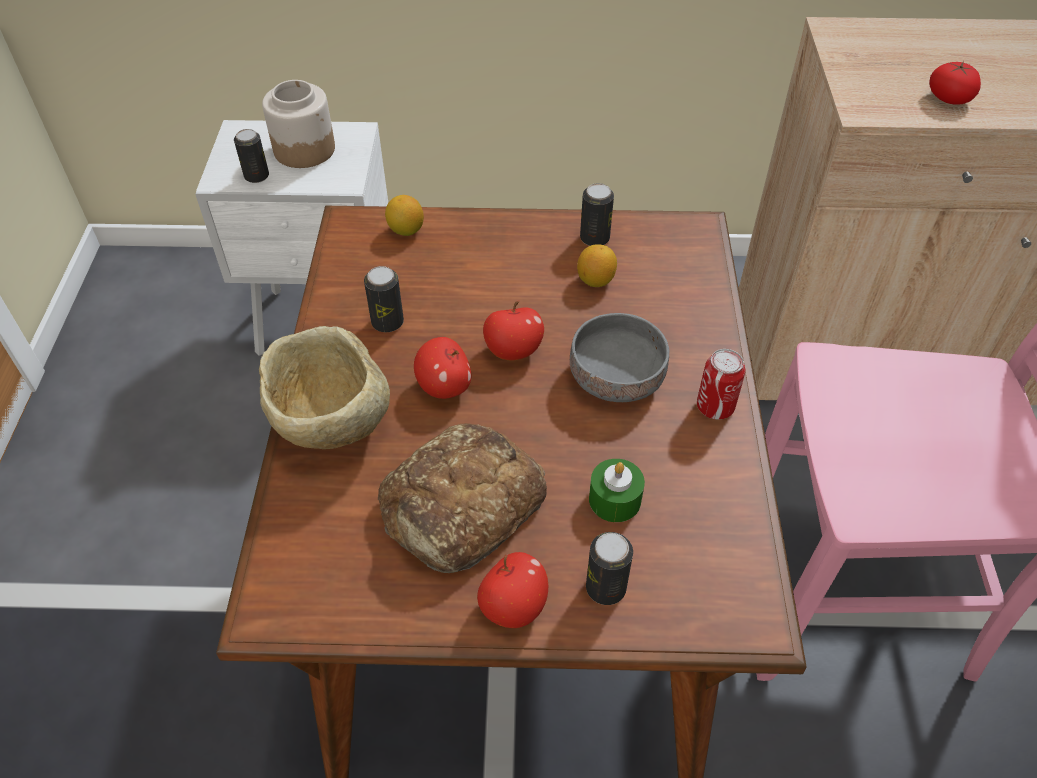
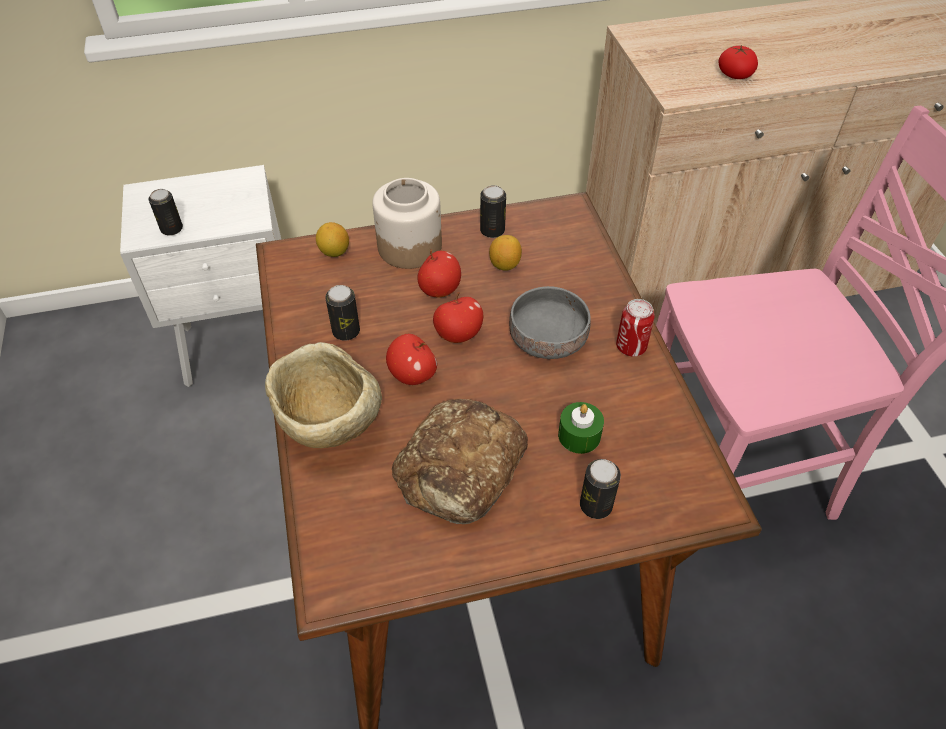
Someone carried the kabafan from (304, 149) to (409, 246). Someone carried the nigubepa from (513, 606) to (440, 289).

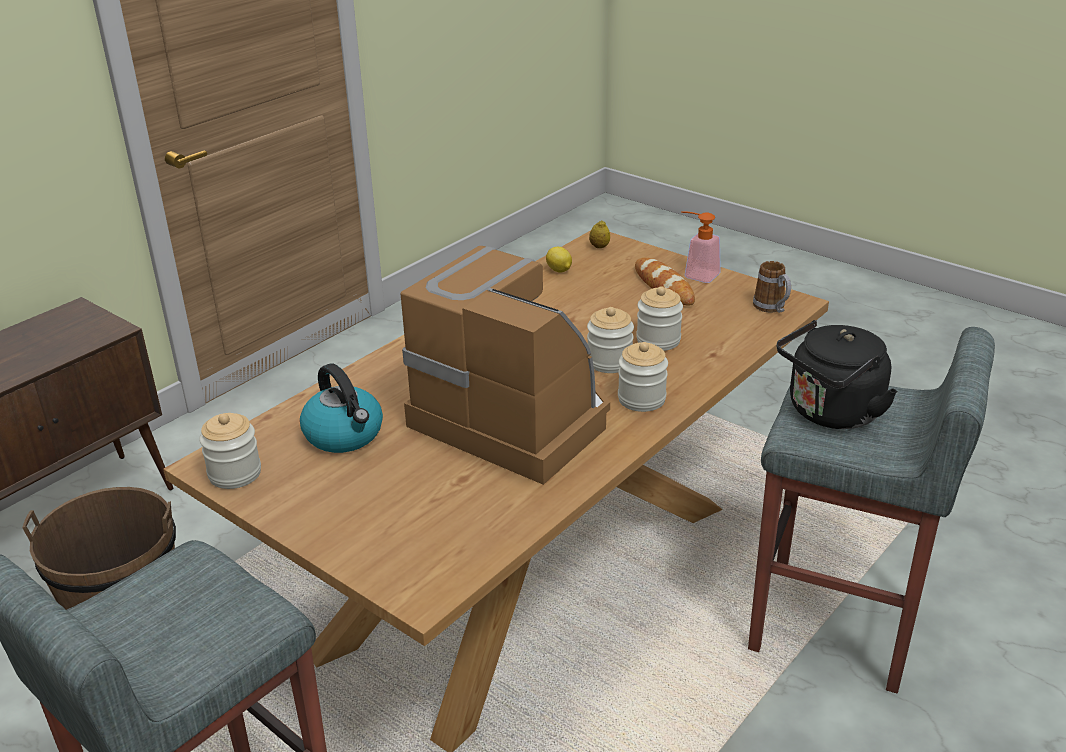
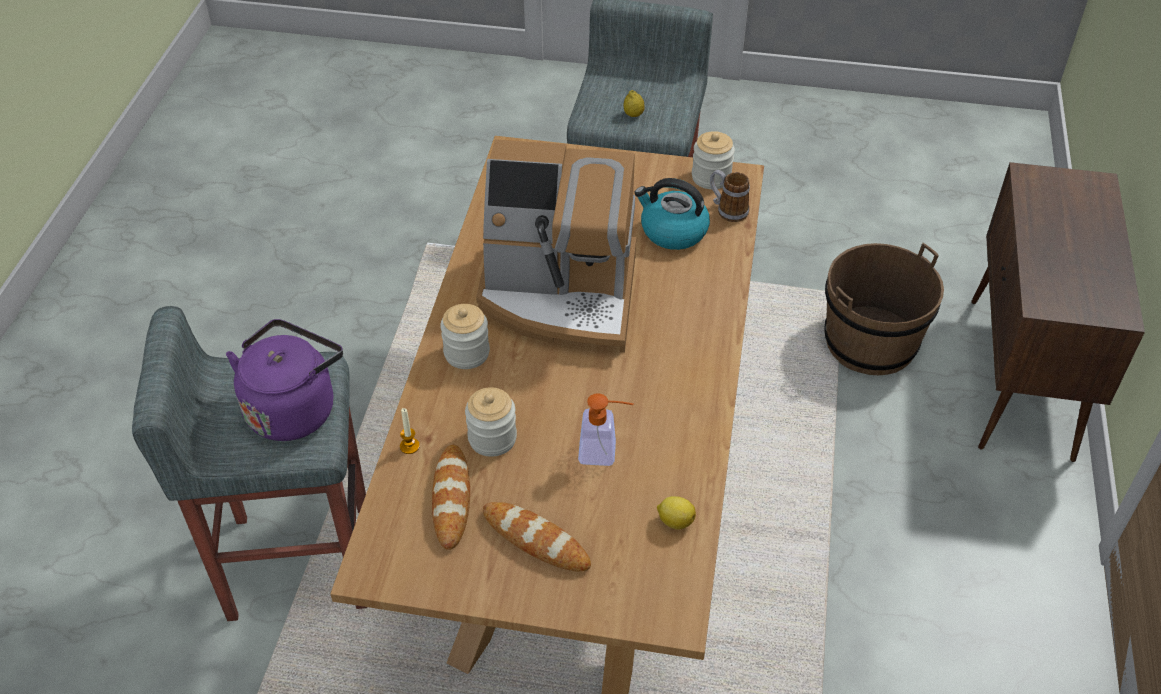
Someone took away the kabafan at (609, 362). Someone put down the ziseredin at (409, 446). Someone put down the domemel at (451, 499). Someone carried the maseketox from (599, 247) to (633, 115). Someone carried the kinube from (696, 274) to (605, 453). Someone carried the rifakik from (772, 308) to (727, 210). Someone repainted the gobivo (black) at (830, 413), which became the gobivo (purple) at (293, 408).

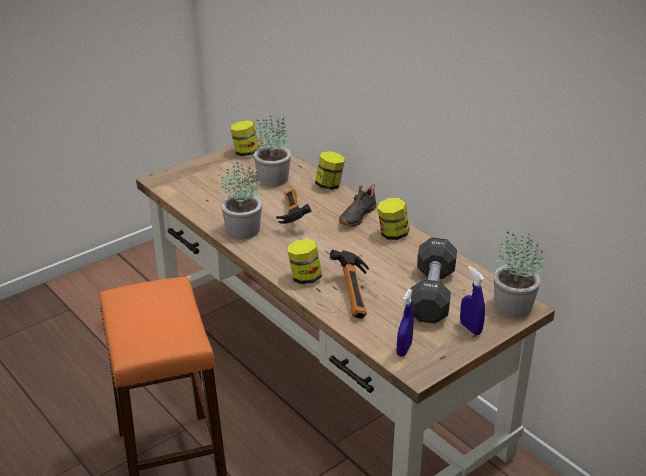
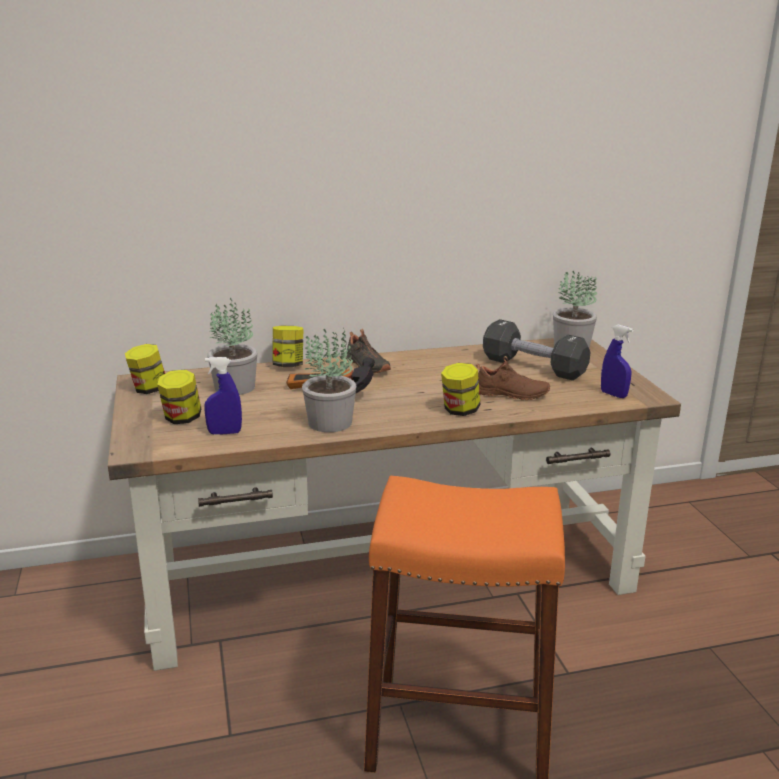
Someone carried the kabafan from (392, 234) to (182, 419). Someone carried the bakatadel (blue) from (470, 328) to (224, 433). Someone swapped the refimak at (356, 295) for the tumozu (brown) at (511, 395).

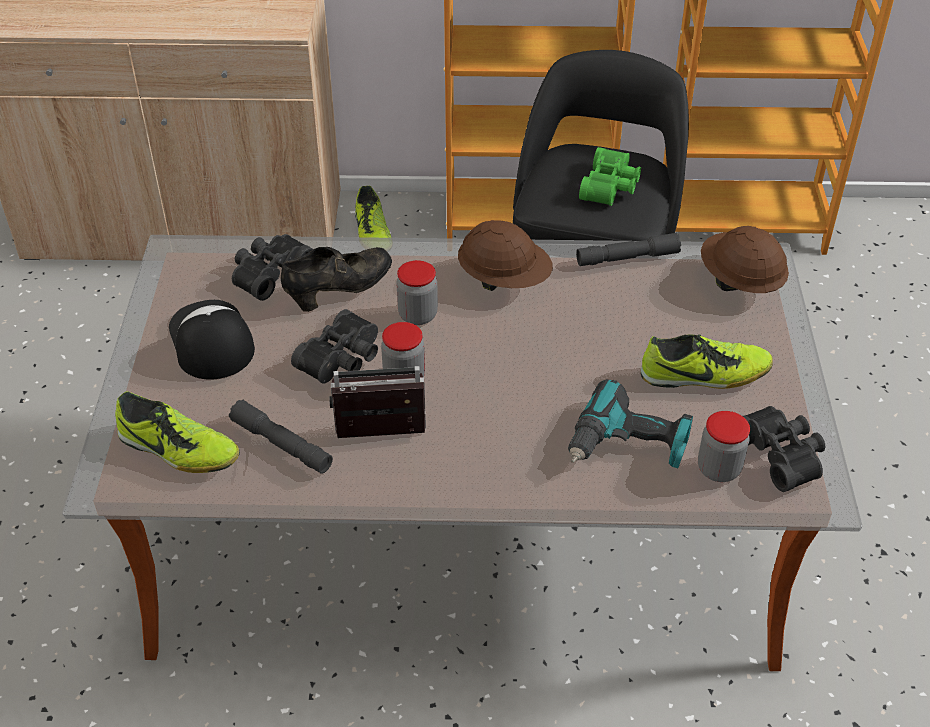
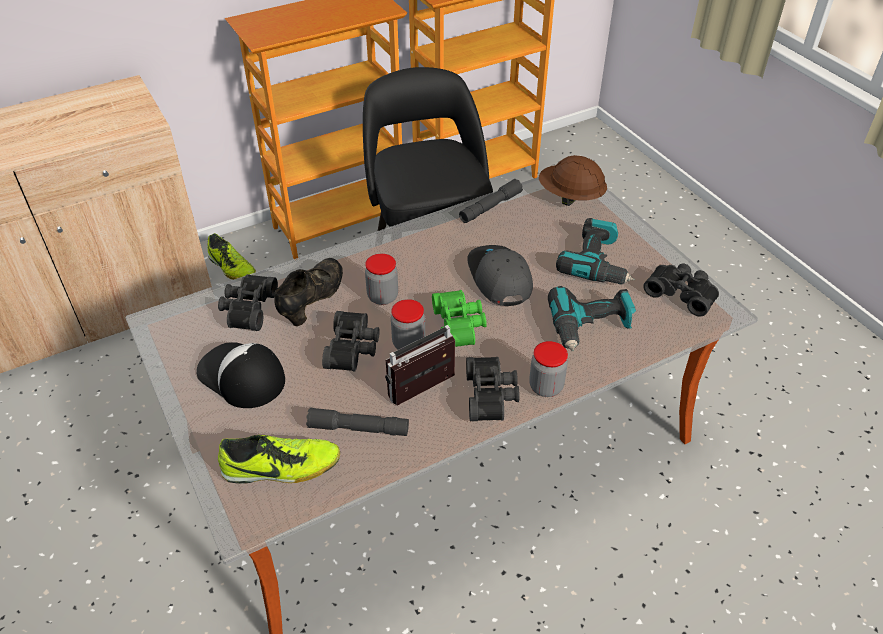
Someone took away the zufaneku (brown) at (504, 280). Someone put down the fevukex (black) at (492, 395). Someone put down the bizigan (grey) at (498, 278). Someone carried the fevukex (green) from (611, 187) to (460, 325). Someone carried the kabafan from (718, 469) to (546, 387). Someone swapped the tumozu at (704, 375) for the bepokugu at (598, 263).

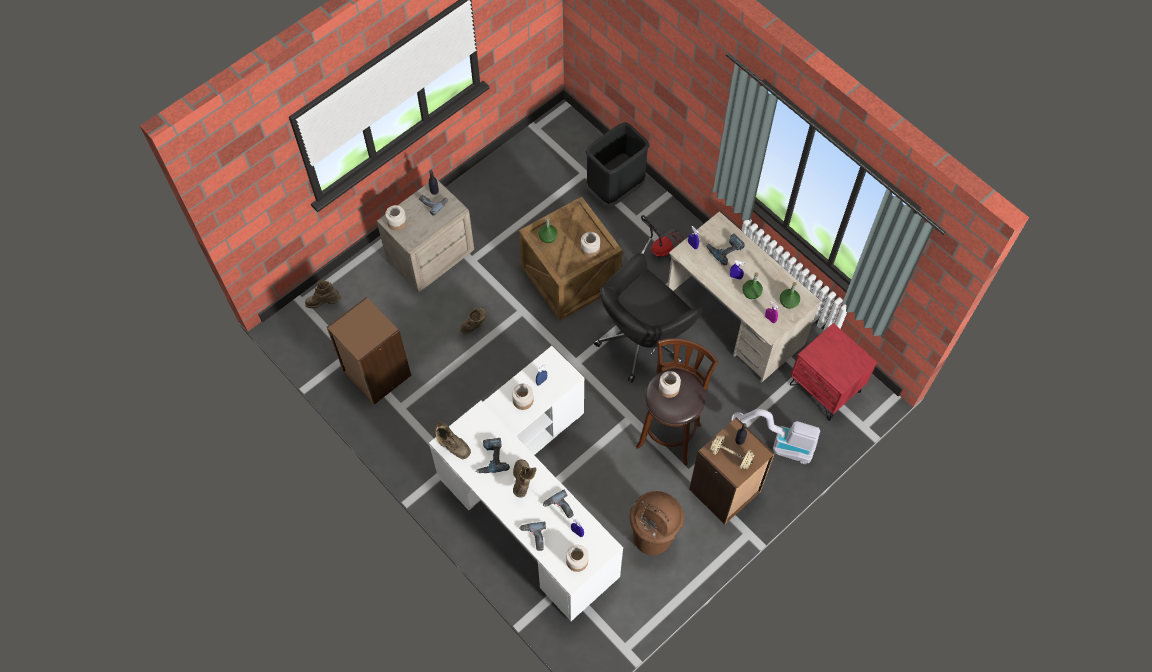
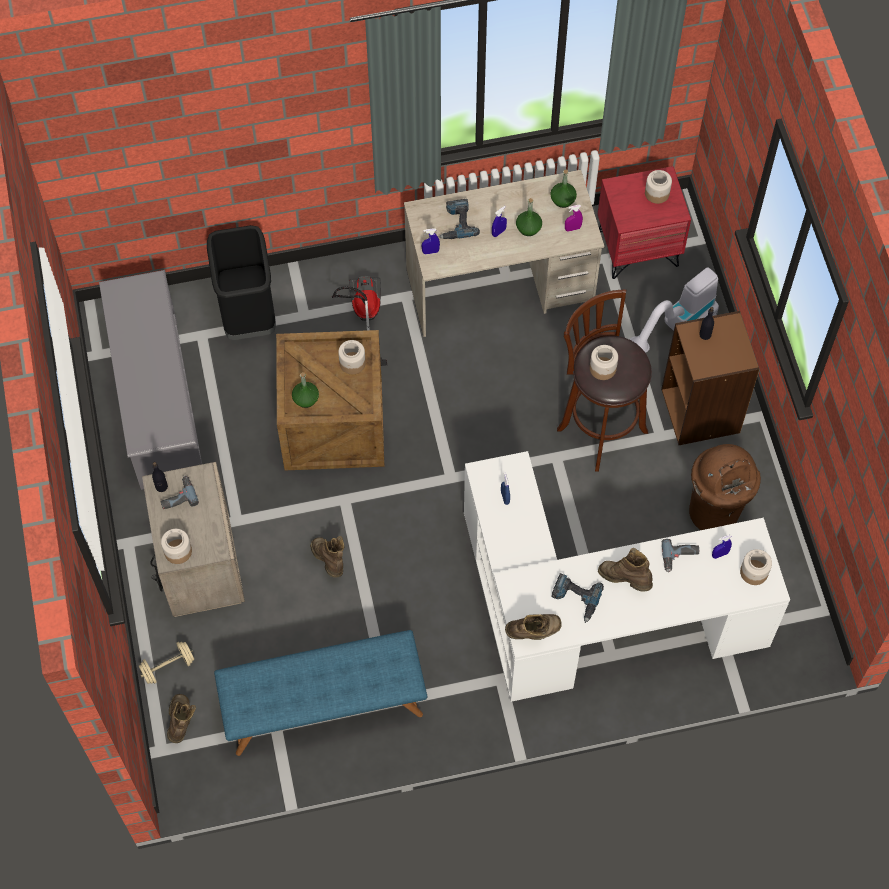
Someone took away the bepokugu at (533, 537). Someone took away the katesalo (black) at (643, 339). Someone put down the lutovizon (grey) at (158, 403). Someone carried the kabafan from (523, 400) to (656, 193). Someone carried the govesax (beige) from (731, 456) to (168, 667). Someone swapped the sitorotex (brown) at (376, 374) for the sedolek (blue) at (324, 707). Someone rotated the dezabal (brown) at (324, 303) by 150 degrees clockwise.

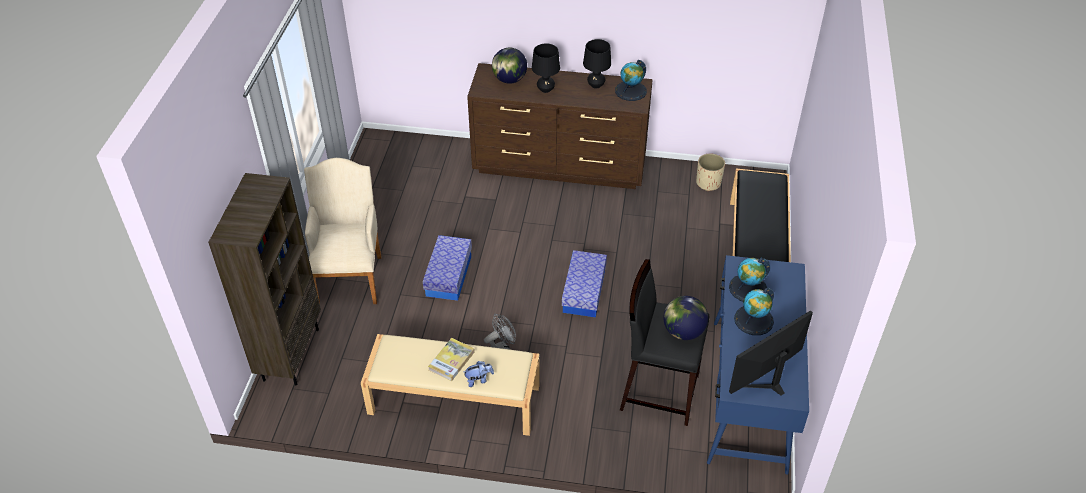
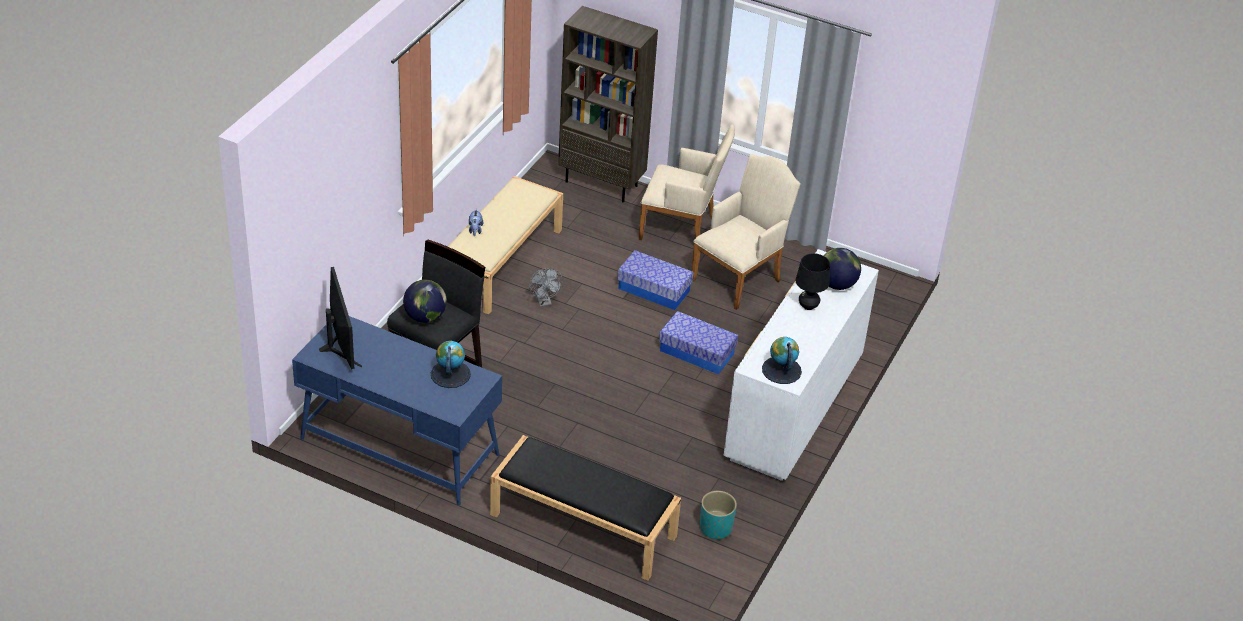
Someone took away the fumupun at (451, 361). Someone took away the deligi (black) at (596, 85). Someone took away the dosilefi at (754, 320). Someone put down the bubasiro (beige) at (740, 278). Someone carried the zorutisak from (584, 292) to (696, 352). Someone repainted the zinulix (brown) at (560, 166), which became the zinulix (white) at (793, 410). Someone repainted the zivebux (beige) at (708, 183), which became the zivebux (turquoise) at (715, 528).

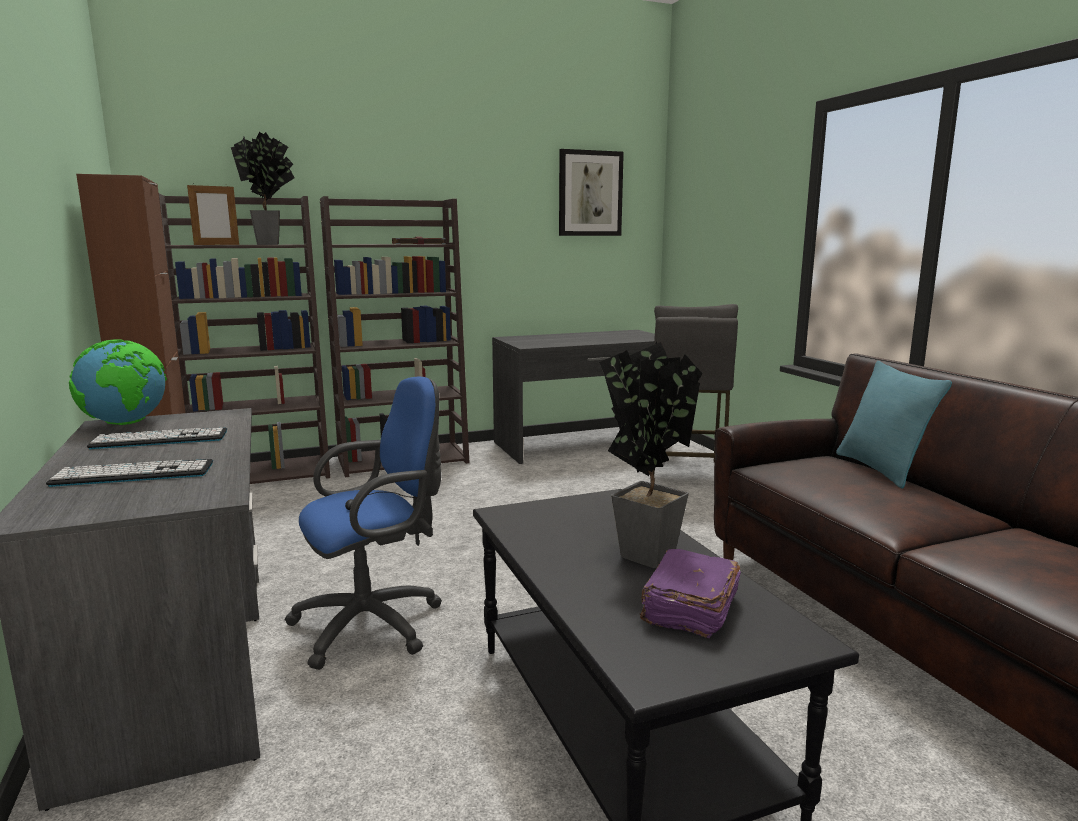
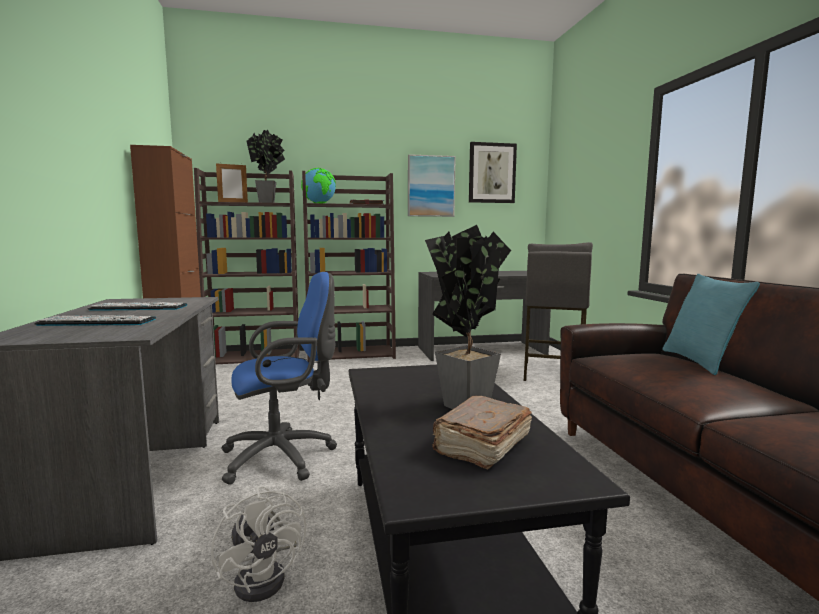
Someone put down the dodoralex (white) at (266, 576). Someone put up the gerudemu at (431, 186). Someone carried the dosilefi from (126, 423) to (319, 203). Someone repainted the fumupun (purple) at (689, 609), which became the fumupun (brown) at (481, 446).

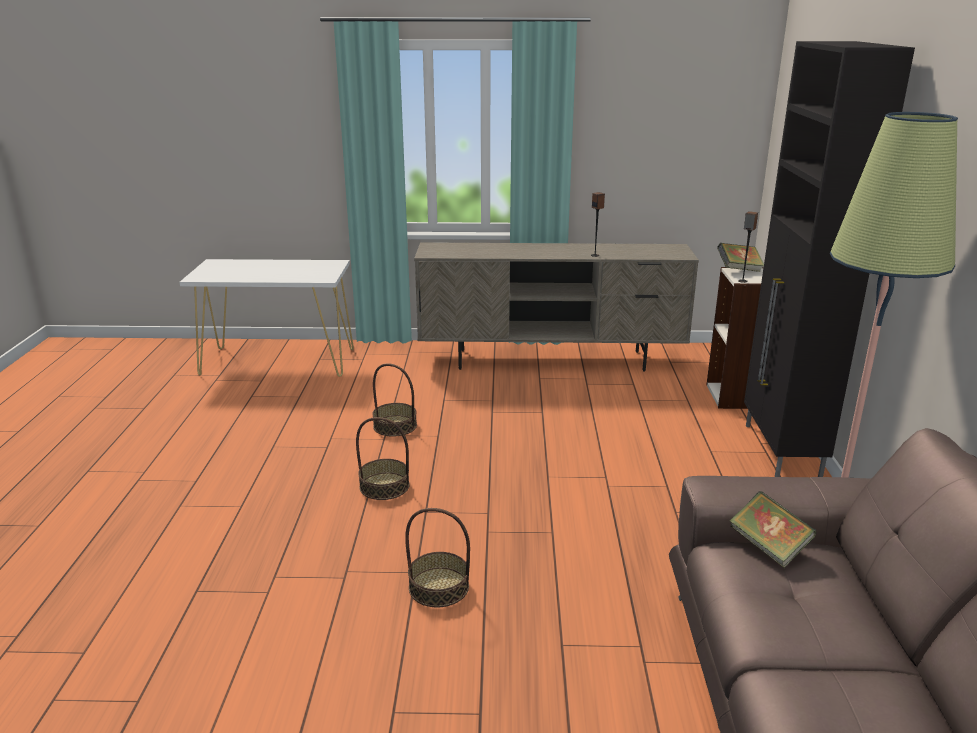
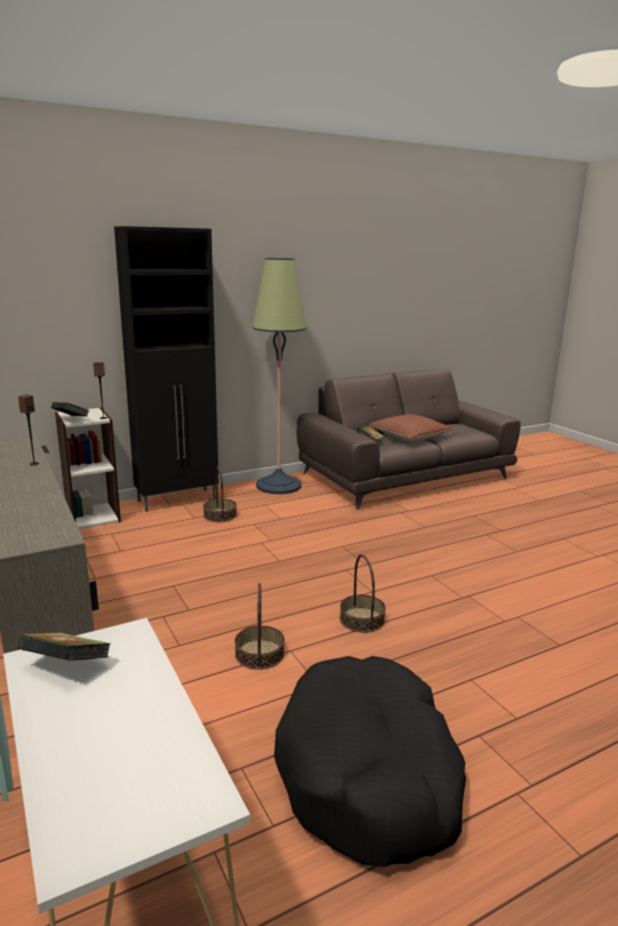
Someone put down the fumupun at (66, 667). Someone put down the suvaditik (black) at (369, 774). Someone put down the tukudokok at (409, 437). Someone carried the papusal from (439, 587) to (220, 515).

